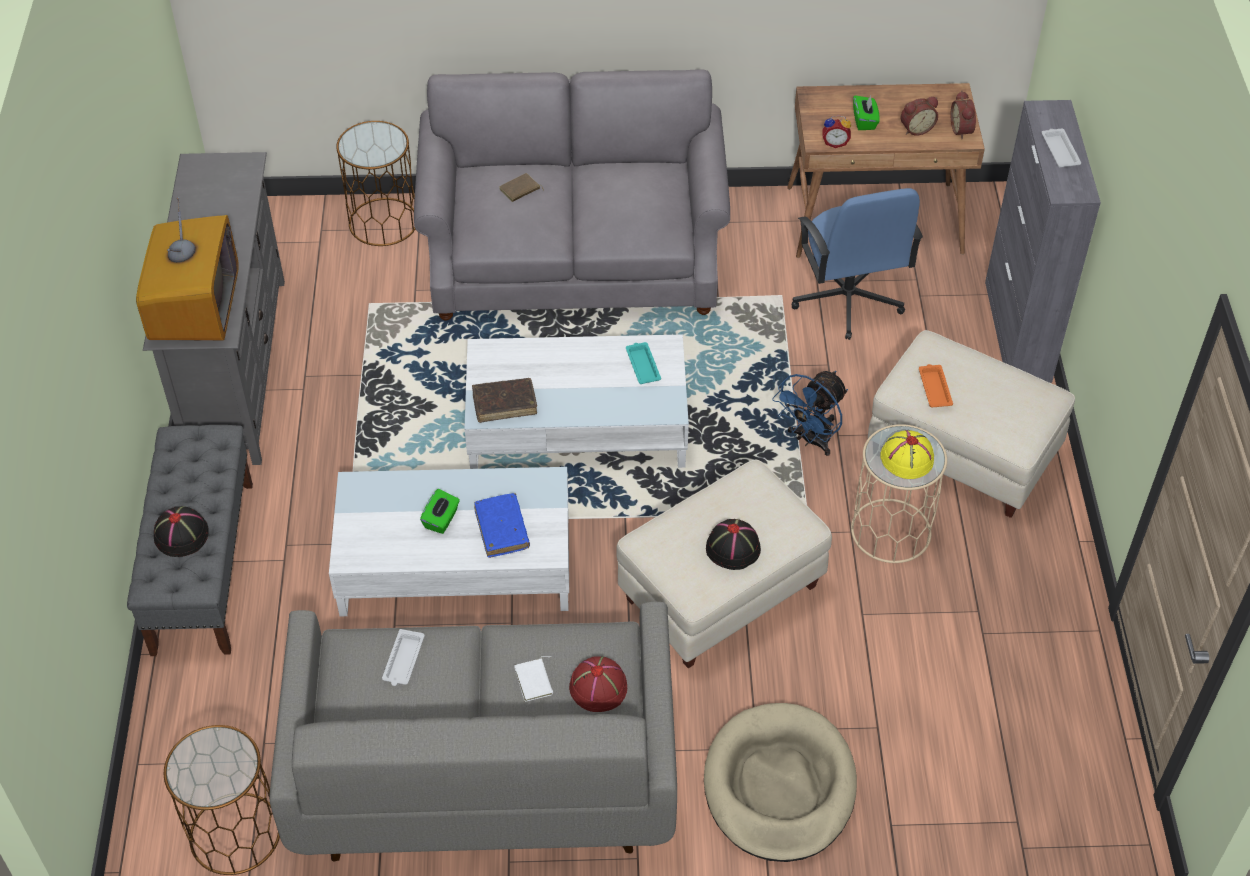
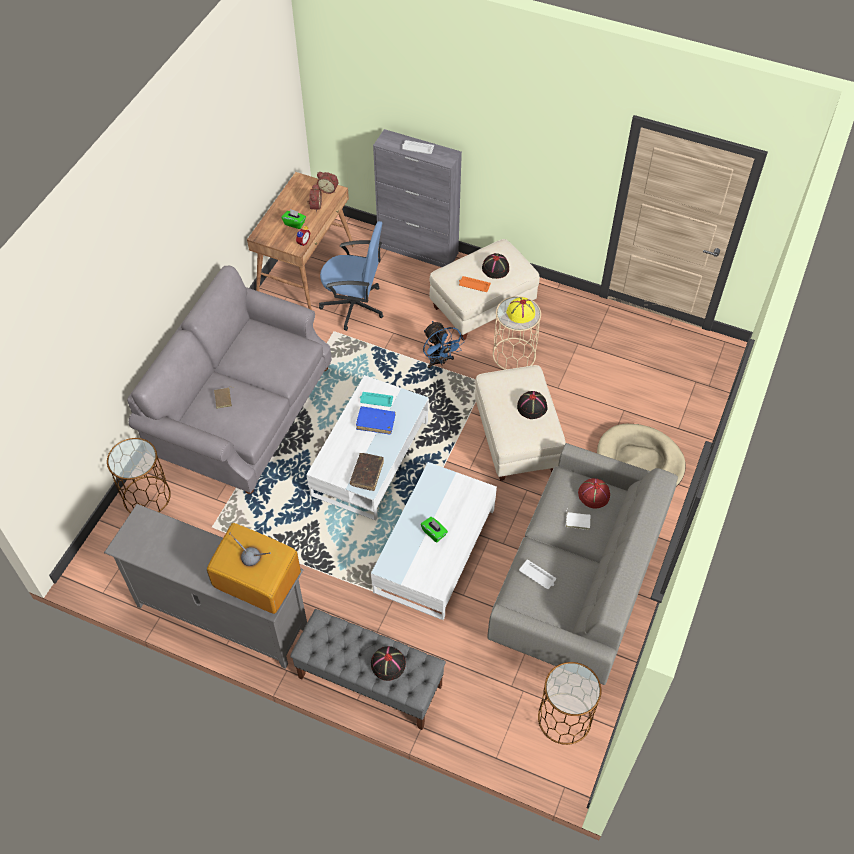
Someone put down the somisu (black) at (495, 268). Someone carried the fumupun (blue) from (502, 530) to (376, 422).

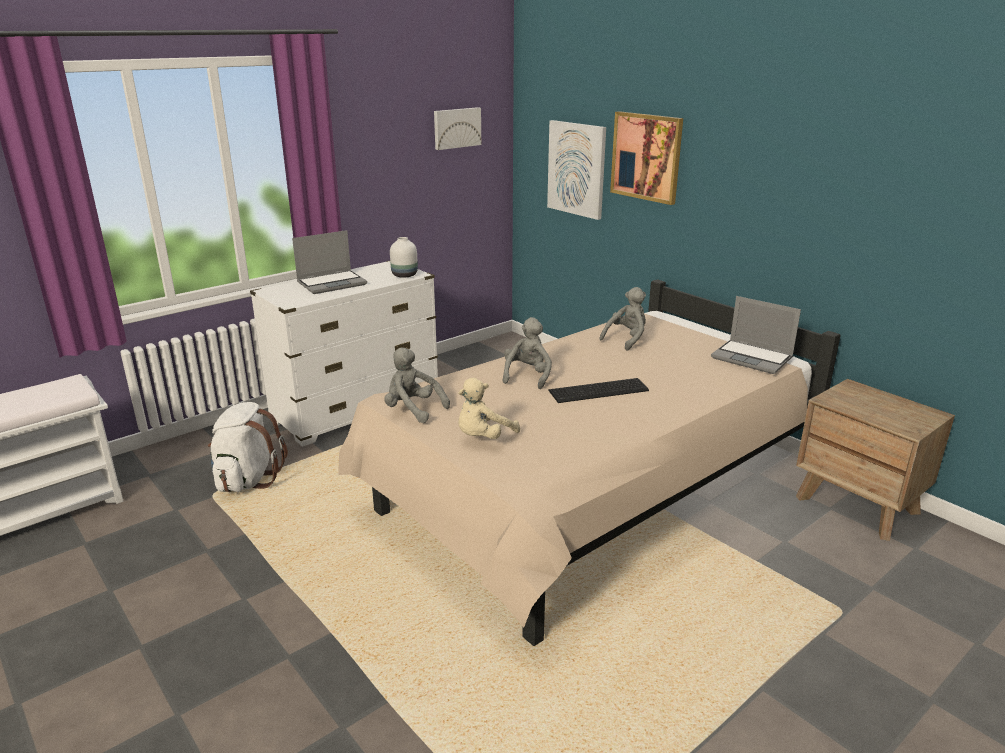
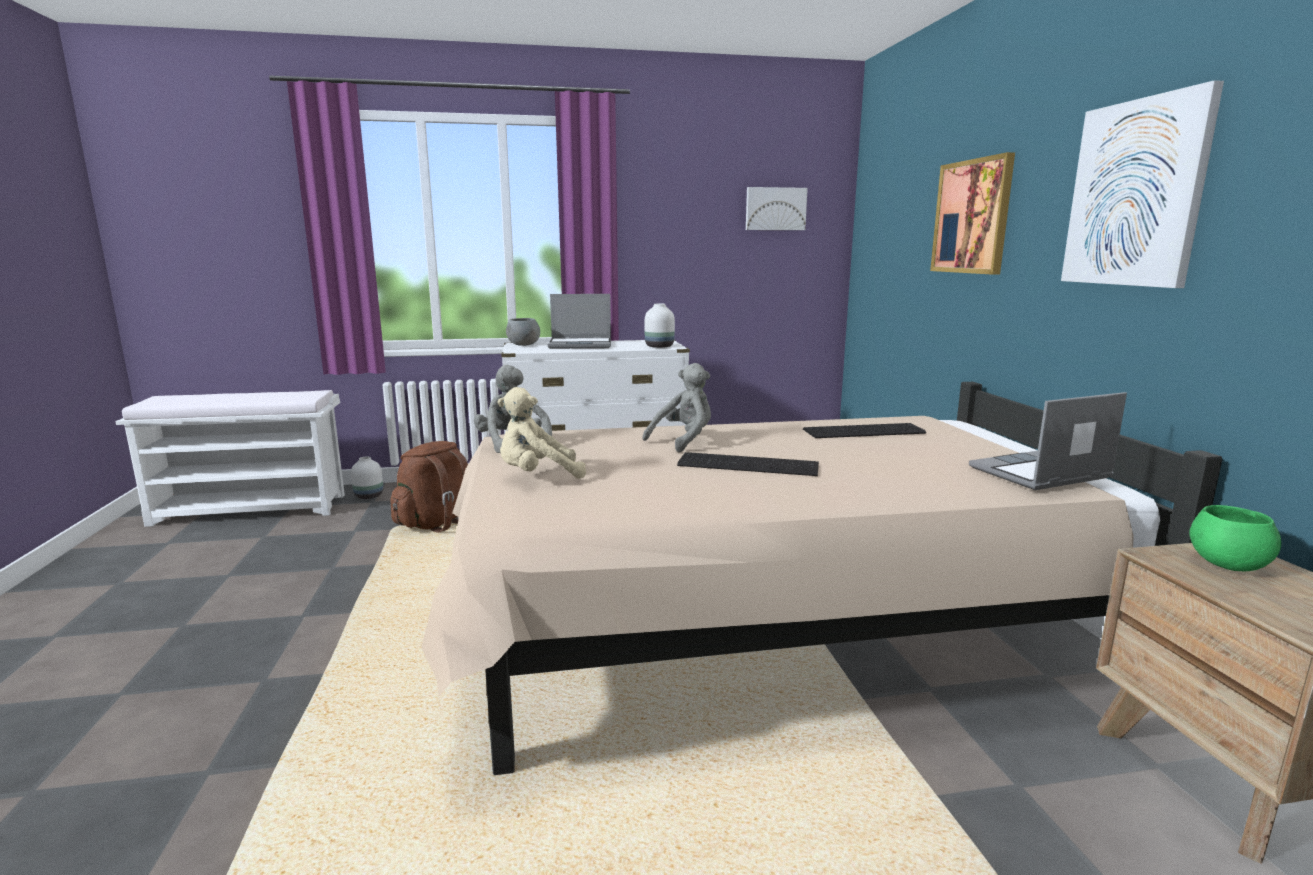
Someone put down the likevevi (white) at (368, 496). Someone put down the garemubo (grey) at (523, 345). Someone put down the garemubo (green) at (1228, 565). Someone carried the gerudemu from (577, 169) to (1136, 194). Someone swapped the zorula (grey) at (626, 339) for the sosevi at (866, 432). Someone repainted the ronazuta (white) at (247, 479), which became the ronazuta (brown) at (436, 523). Someone rotated the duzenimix at (753, 358) by 90 degrees clockwise.

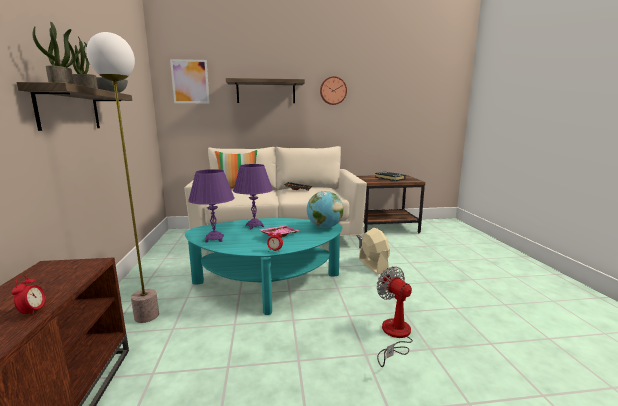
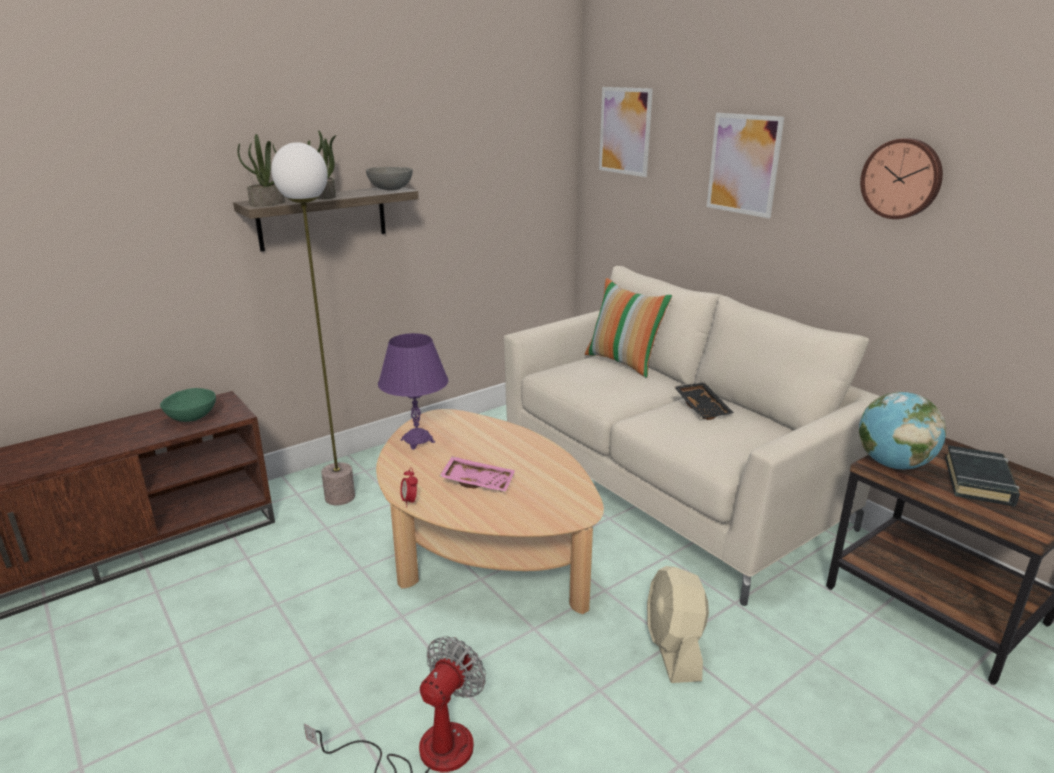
Someone took away the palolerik at (33, 312). Someone took away the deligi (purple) at (254, 226). Someone put down the garemubo (green) at (192, 418). Someone carried the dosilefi from (324, 227) to (892, 464). Someone swapped the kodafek at (266, 92) for the gerudemu at (743, 164). Someone repainted the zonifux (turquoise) at (267, 284), which became the zonifux (beige) at (483, 549). Someone rotated the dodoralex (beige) at (373, 265) by 135 degrees clockwise.

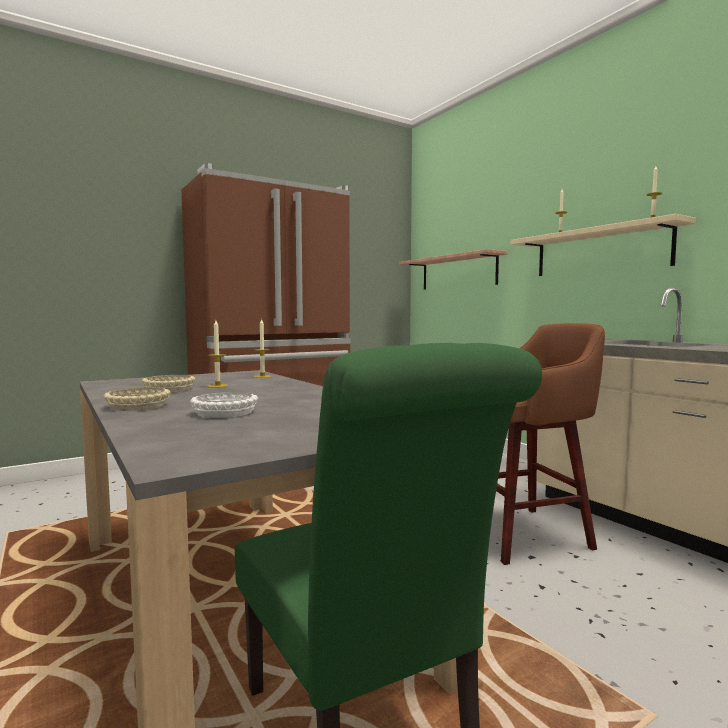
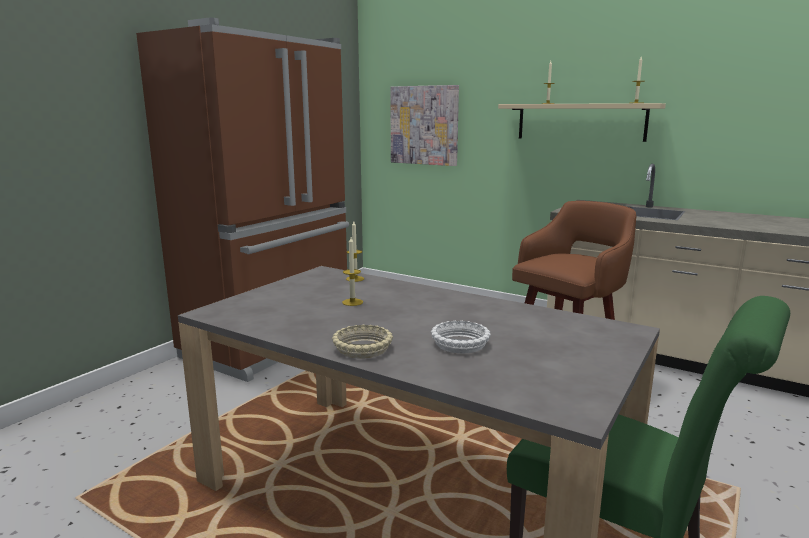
Someone took away the garemubo (beige) at (169, 389). Someone swapped the kodafek at (458, 272) for the gerudemu at (424, 125).

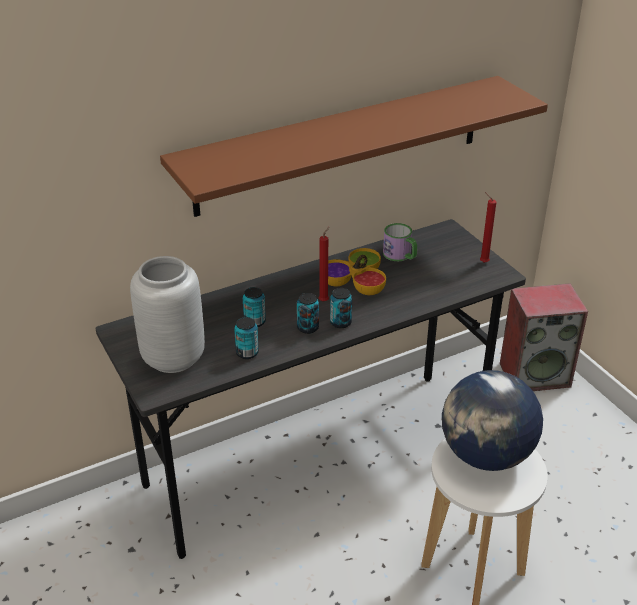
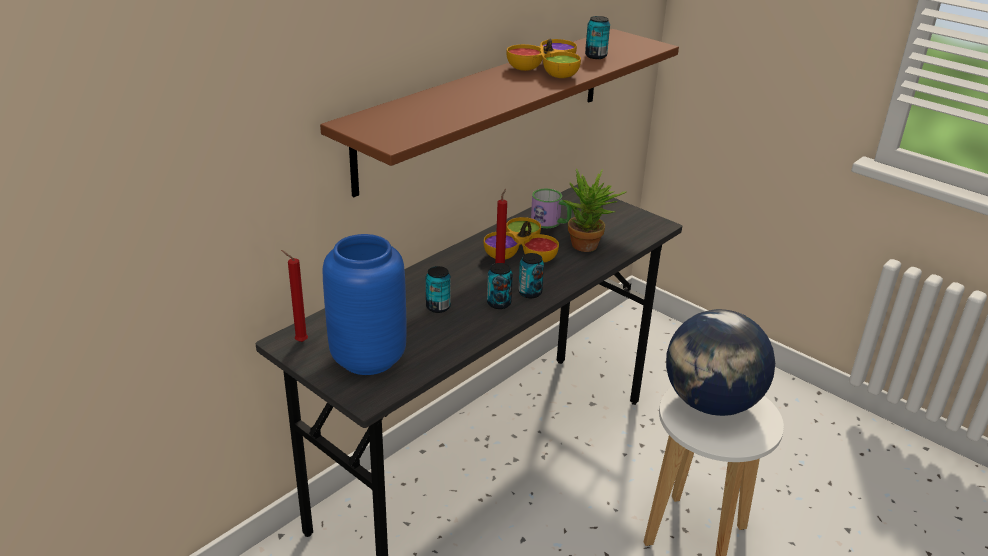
Someone took away the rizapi at (535, 374). Someone put down the garemubo at (547, 69). Someone put down the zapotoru at (588, 248). Someone carried the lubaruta from (247, 353) to (595, 56). Someone carried the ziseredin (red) from (482, 262) to (299, 341). Someone repainted the likevevi (grey) at (172, 357), which became the likevevi (blue) at (367, 358).

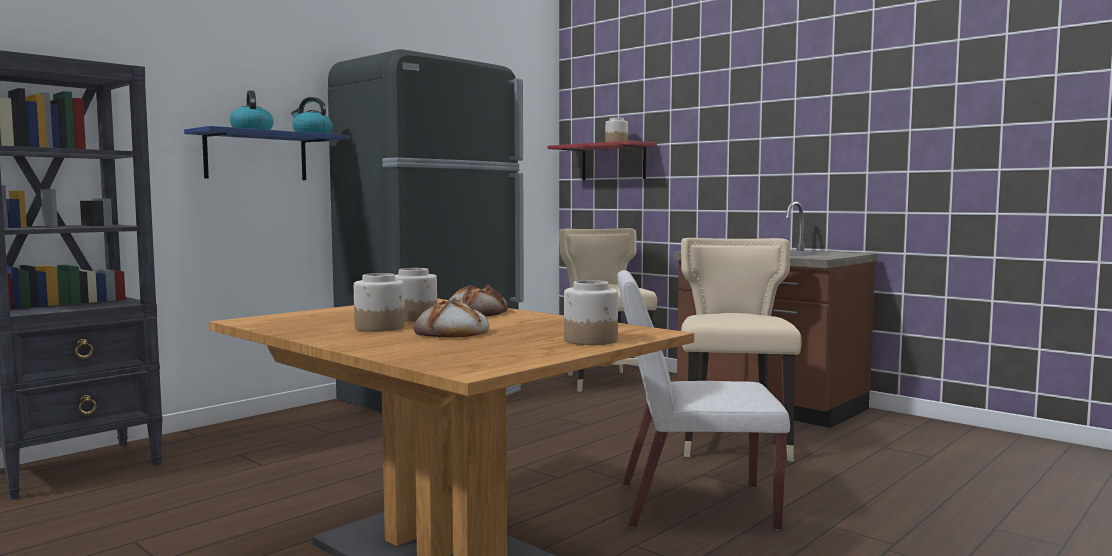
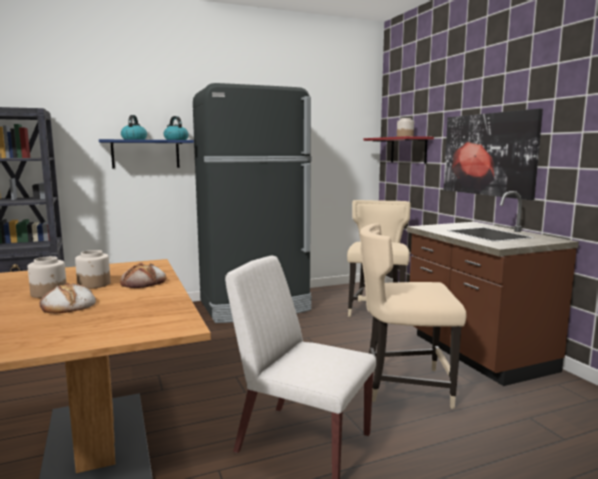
Someone took away the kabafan at (591, 340). Someone put up the gerudemu at (488, 154). Someone rotated the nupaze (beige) at (734, 443) by 120 degrees counterclockwise.

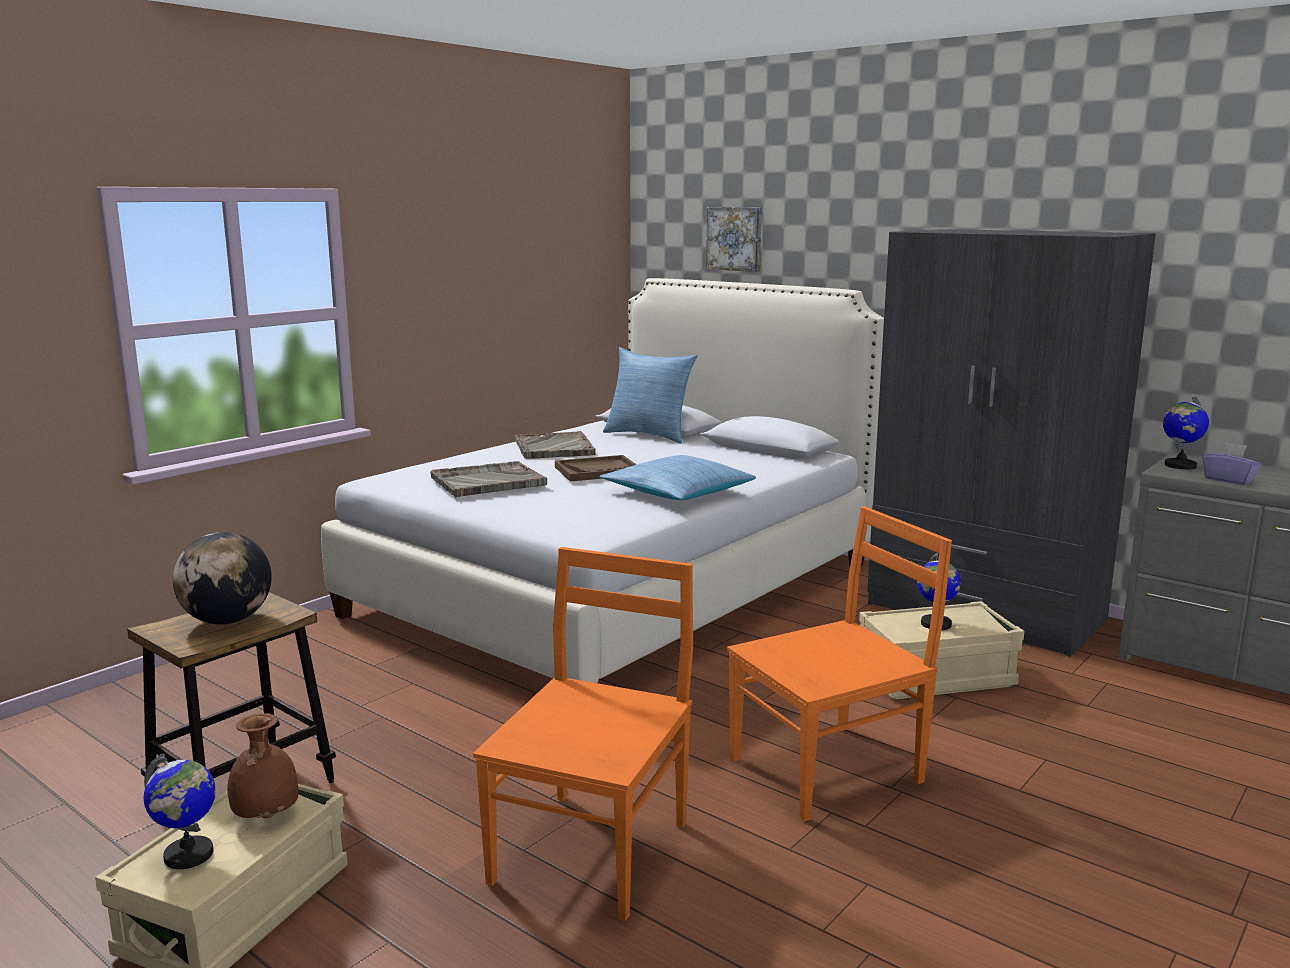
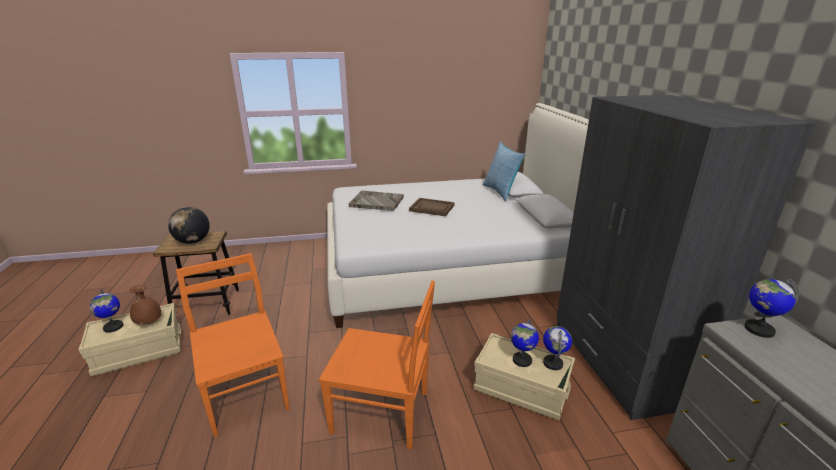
Someone took away the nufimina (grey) at (554, 447). Someone took away the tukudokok at (677, 493). Someone took away the gerudemu at (735, 238). Someone took away the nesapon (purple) at (1228, 480). Someone put down the dosilefi at (553, 363). Someone rotated the nupaze (orange) at (593, 849) by 90 degrees counterclockwise.

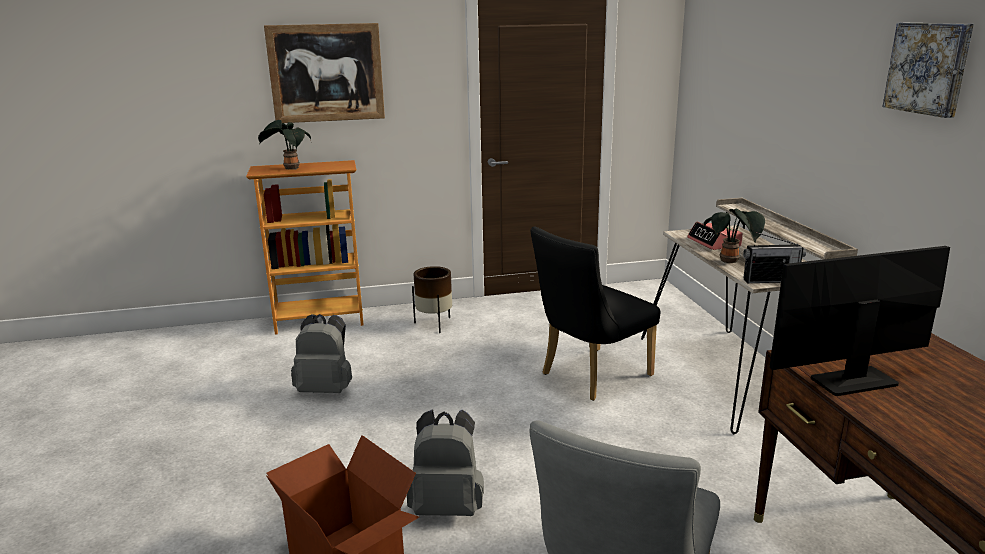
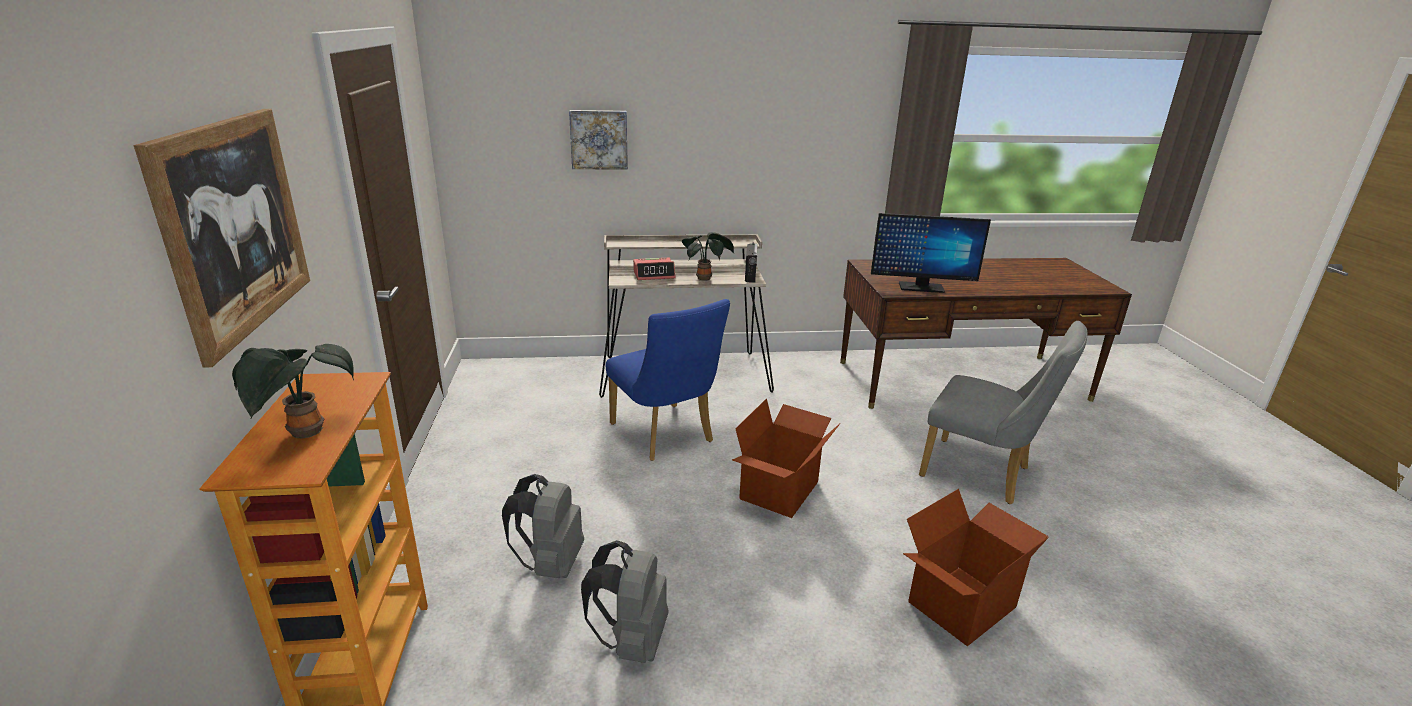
Someone took away the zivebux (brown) at (435, 324). Someone put down the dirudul at (781, 491). Someone carried the ronazuta (grey) from (447, 506) to (550, 563). Someone carried the gerudemu from (929, 68) to (599, 139). Someone repainted the nupaze (black) at (590, 376), which became the nupaze (blue) at (666, 436). Someone rotated the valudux at (854, 381) by 75 degrees counterclockwise.

